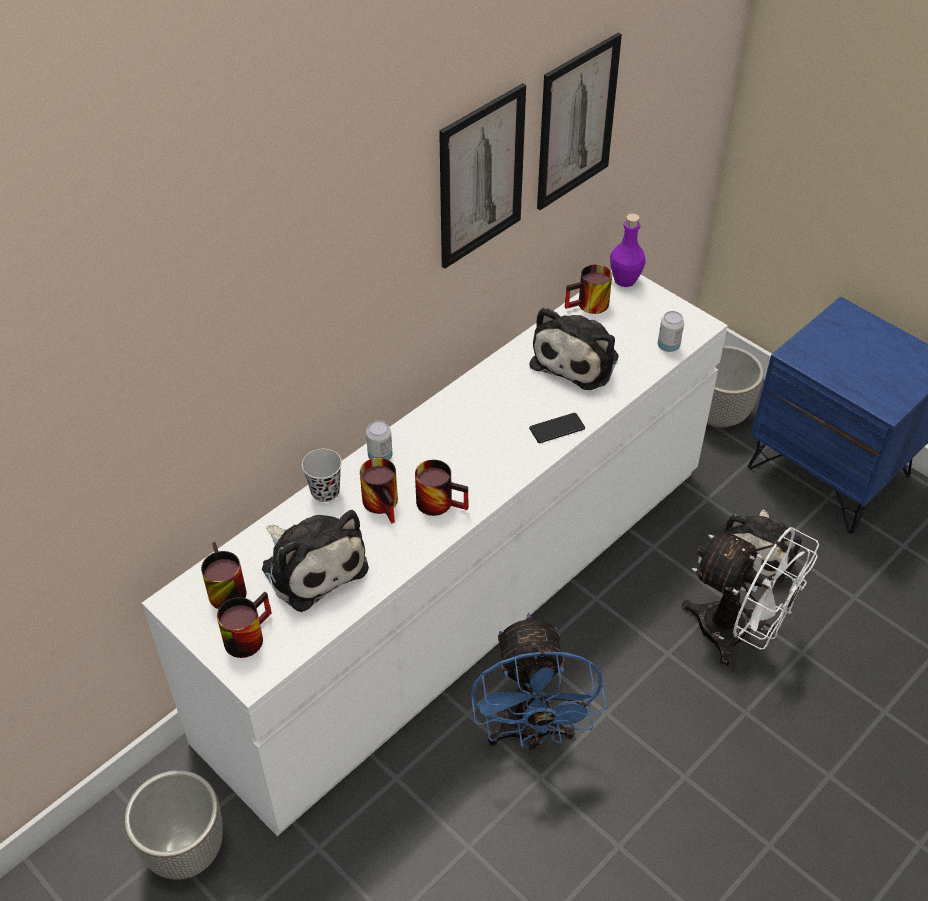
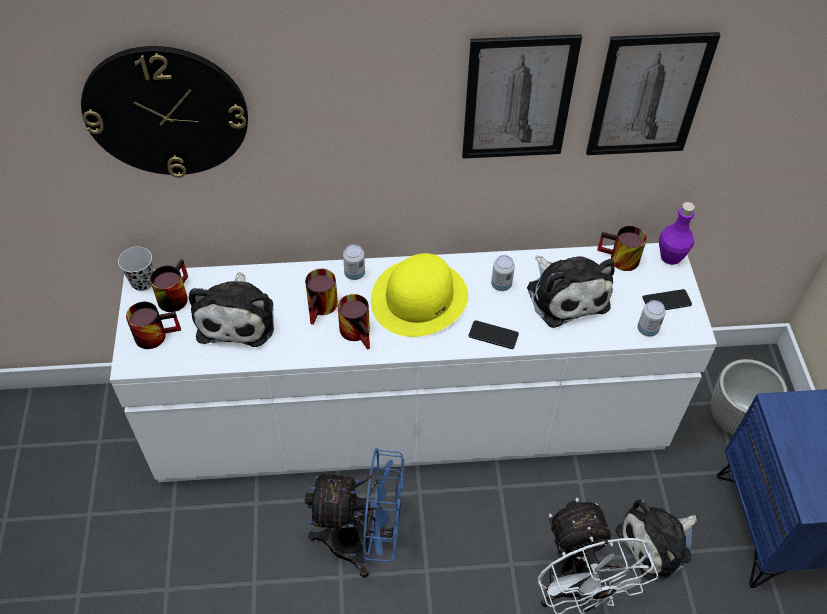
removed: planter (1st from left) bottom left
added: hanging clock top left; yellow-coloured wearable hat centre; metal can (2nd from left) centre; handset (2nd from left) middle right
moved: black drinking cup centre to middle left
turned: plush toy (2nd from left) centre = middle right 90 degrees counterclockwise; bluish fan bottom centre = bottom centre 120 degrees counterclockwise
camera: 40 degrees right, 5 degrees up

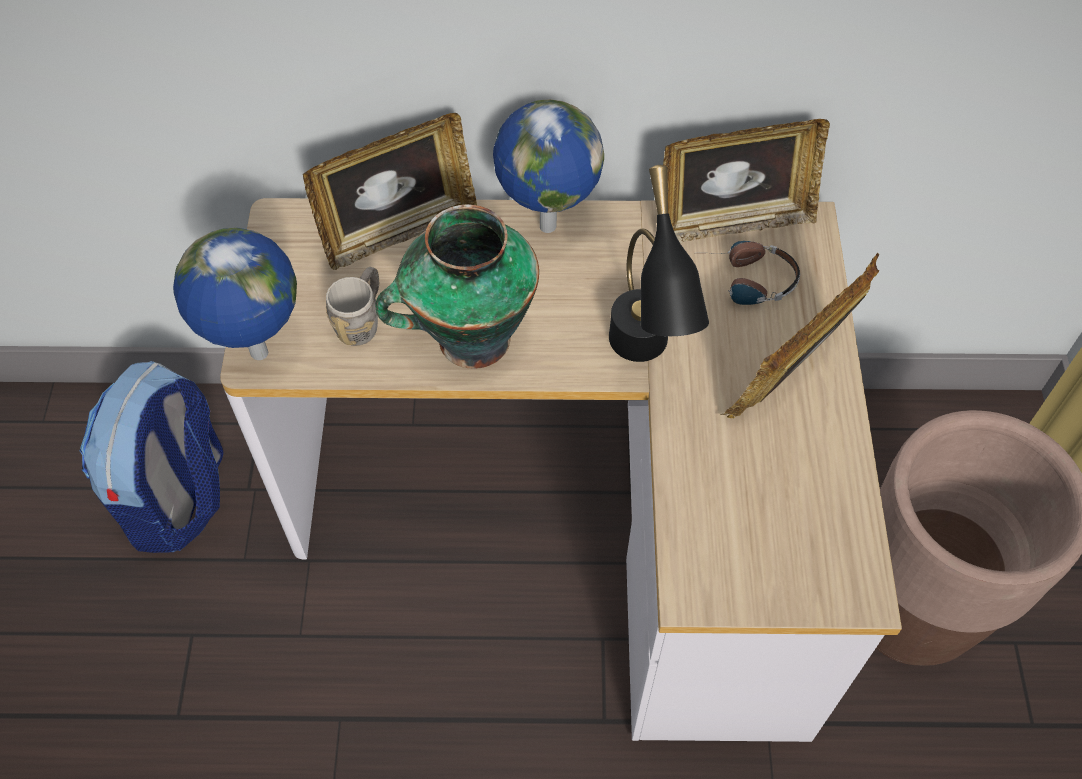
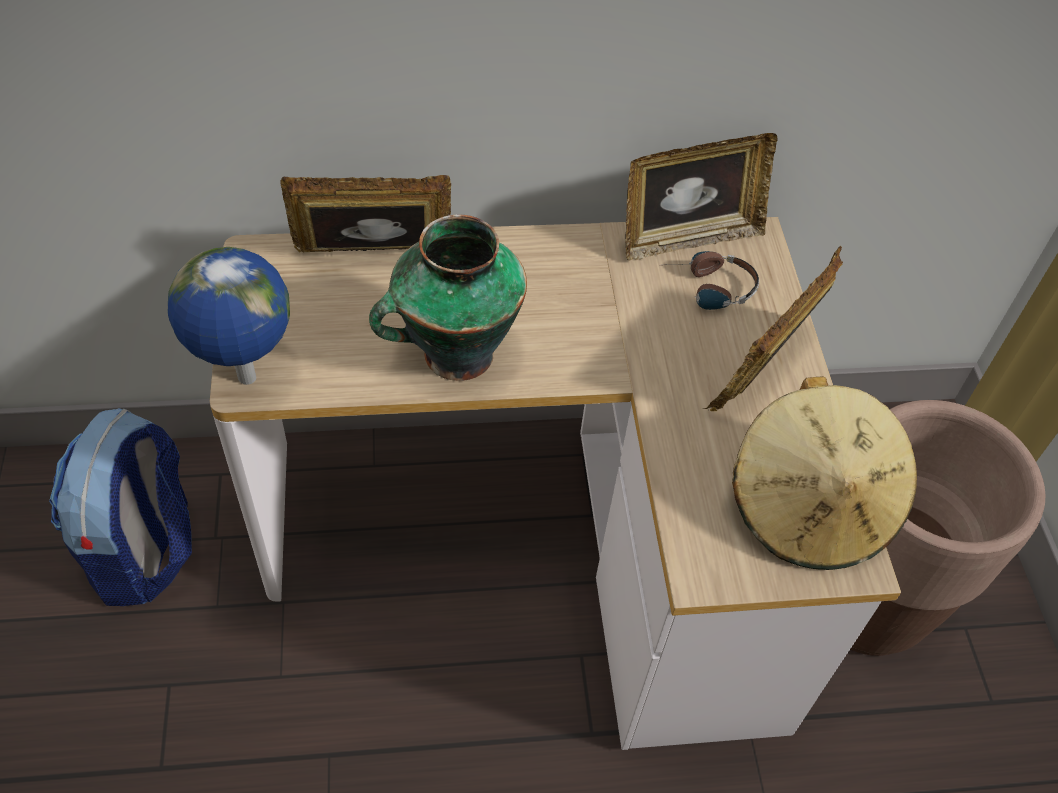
removed: world globe (2nd from left) top centre; black lamp for a table centre; gray tea mug middle left
added: beige wearable hat middle right
turned: picture frame (1st from left) top centre = top centre 150 degrees counterclockwise
camera: 10 degrees left, 5 degrees down

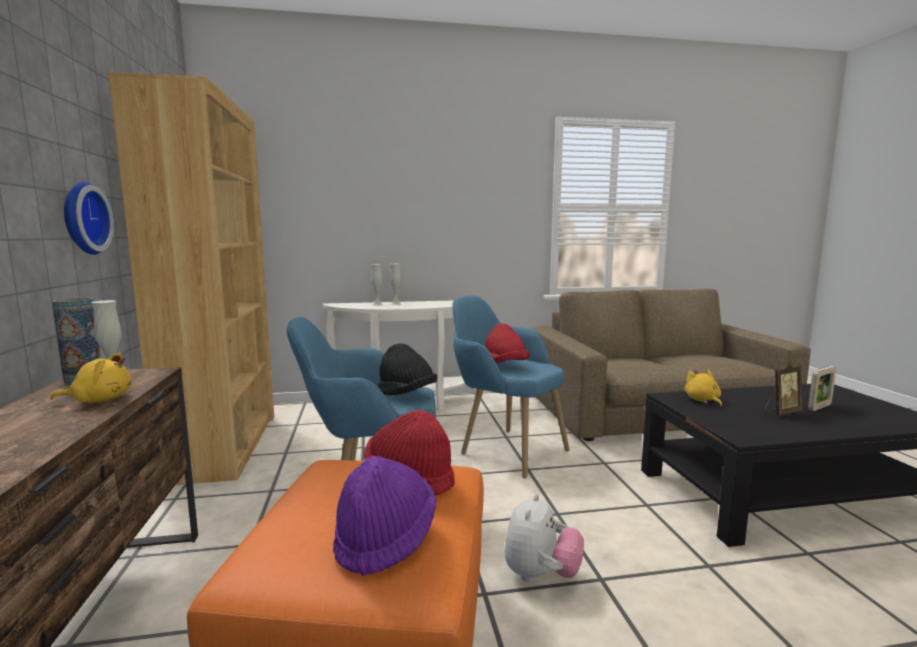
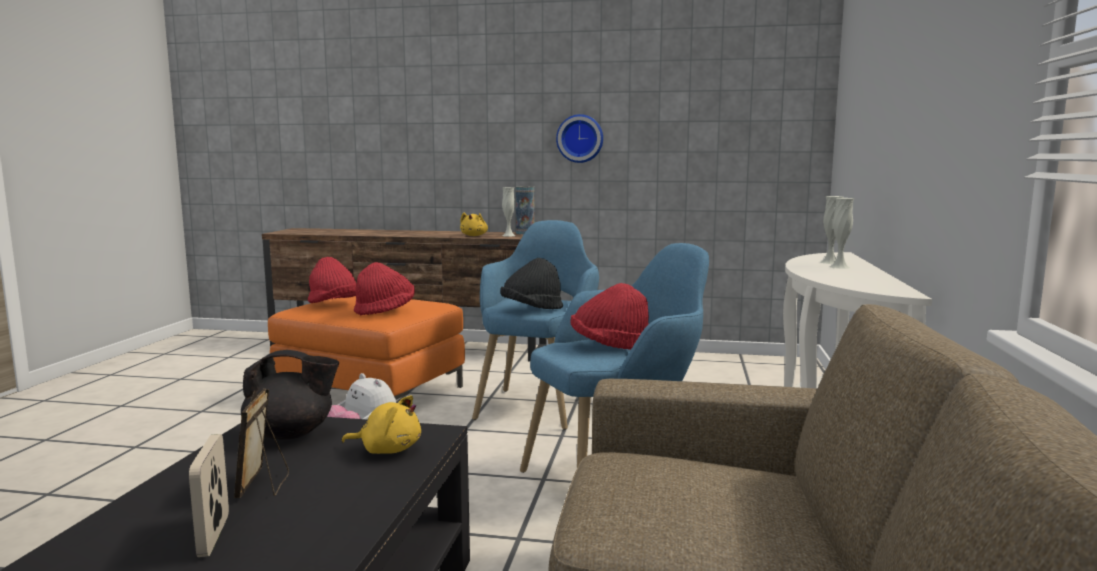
removed: brown bookshelf middle left
added: black pot for tea bottom left
recoloured: purple-coloured wearable hat bottom centre to red wearable hat (1st from left) middle left
camera: 110 degrees right, 0 degrees up

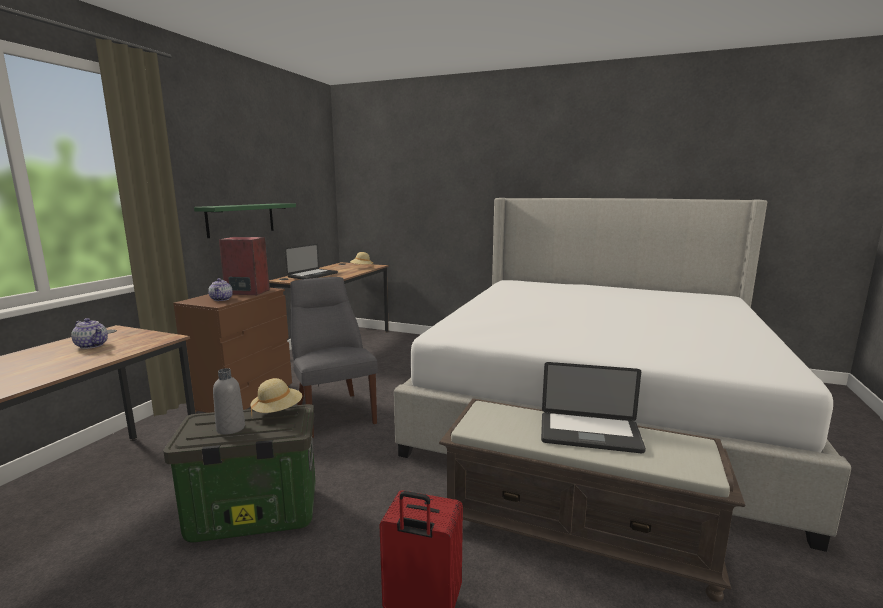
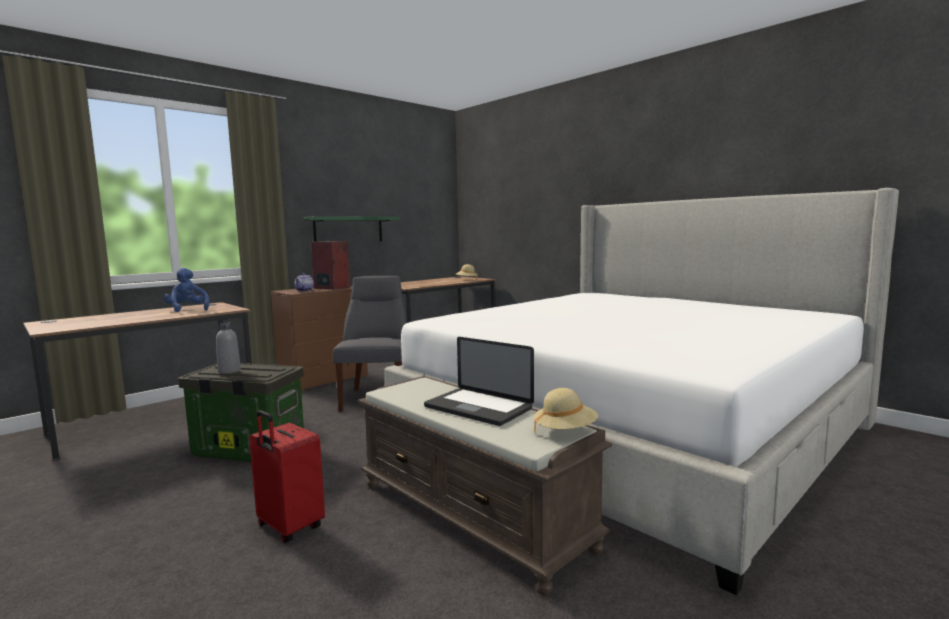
removed: laptop (1st from left) centre
moved: beige wearable hat (1st from left in the first image) middle left to beige wearable hat (2nd from left) centre
replaced: pot for tea (1st from left) middle left to bluish plush toy middle left
camera: 25 degrees right, 5 degrees down

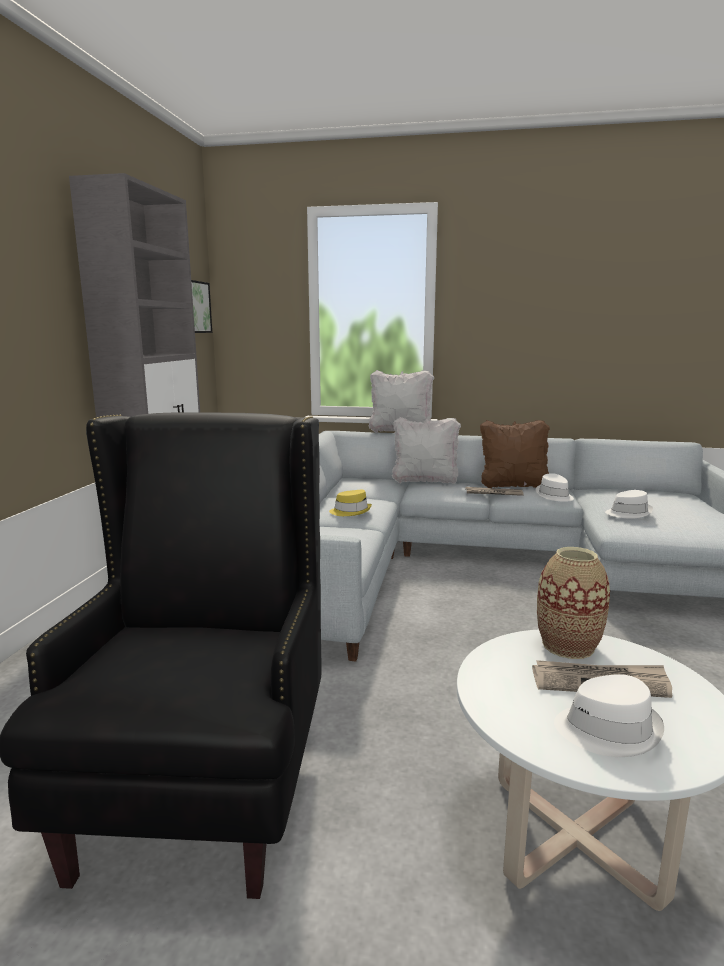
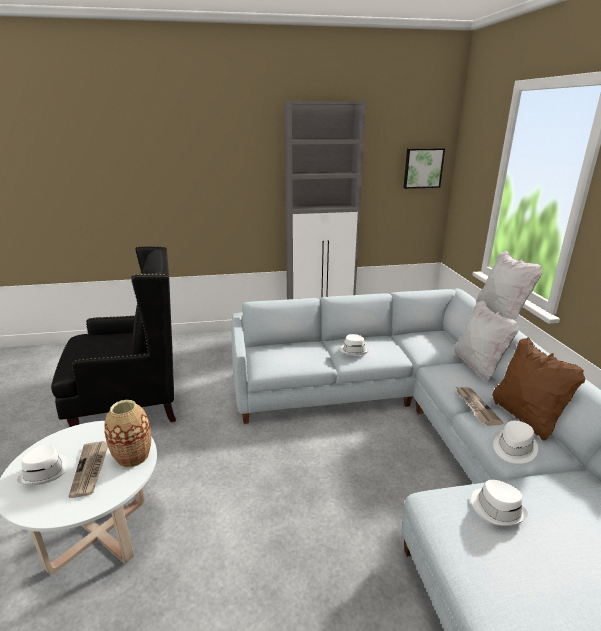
recoloured: yellow-coloured wearable hat centre to whitish wearable hat (2nd from left) centre
camera: 70 degrees right, 10 degrees up

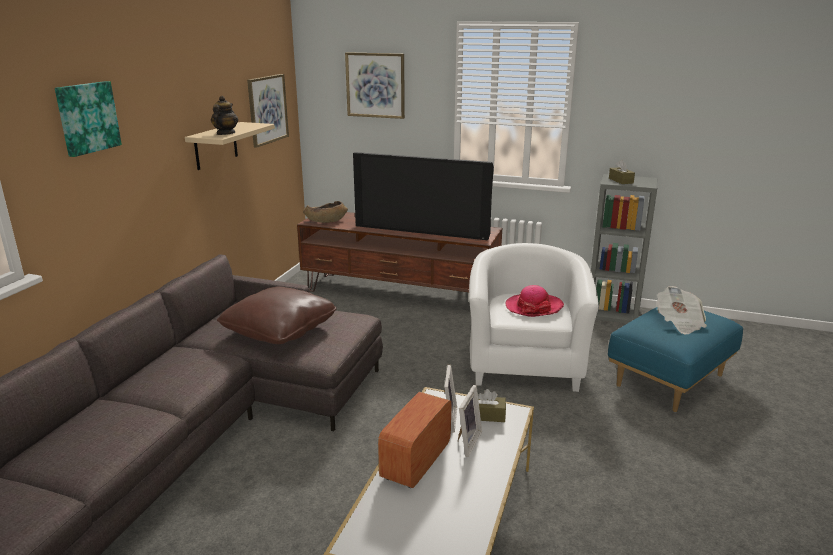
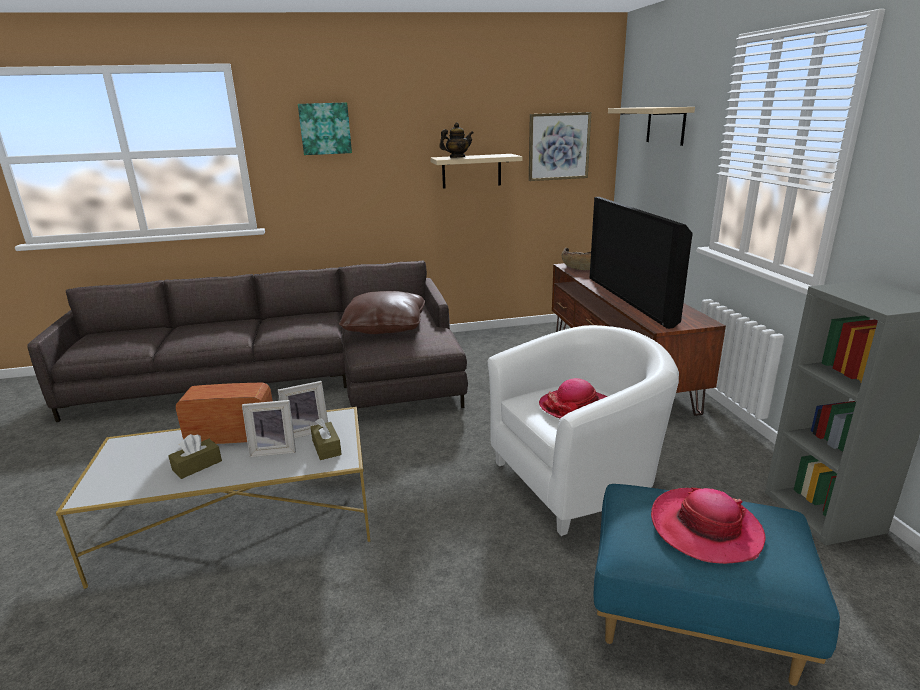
moved: brown tissue holder (2nd from left in the first image) top right to brown tissue holder (1st from left) middle left
replaced: picture (3rd from left) top centre to beige shelf (2nd from left) top right; daily paper middle right to wearable hat (2nd from left) bottom right
camera: 60 degrees right, 0 degrees up

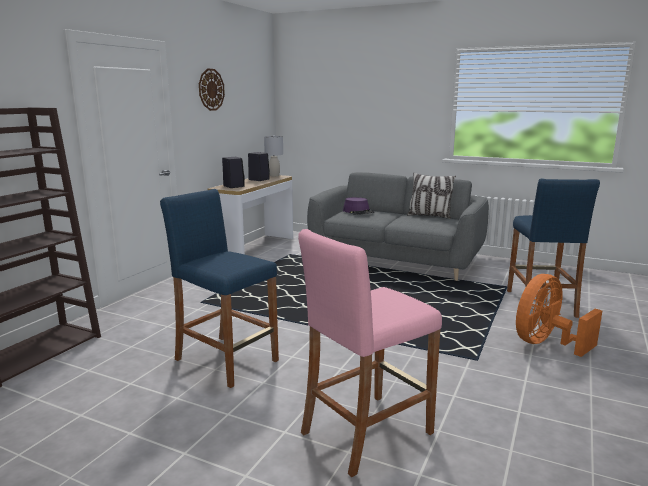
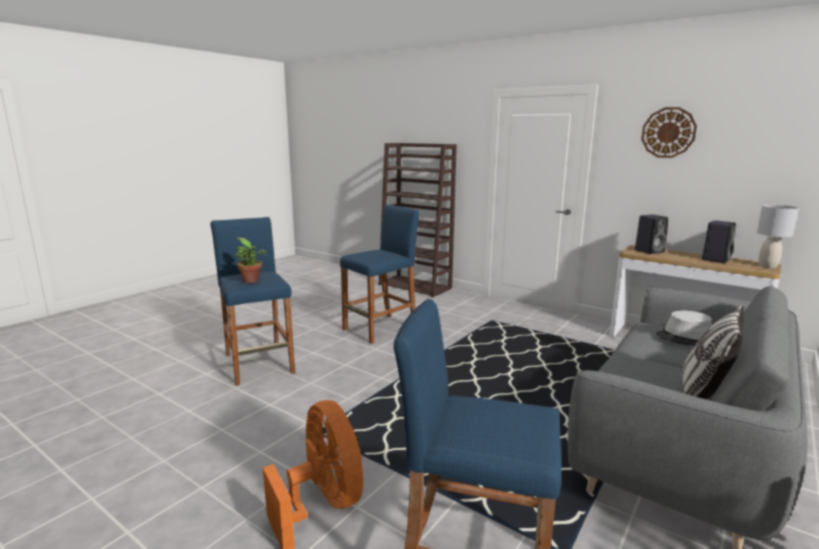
added: plant in a pot middle left
recoloured: purple-coloured wearable hat centre to gray wearable hat middle right; pinkish stool bottom centre to bluish stool (1st from left) middle left
camera: 100 degrees right, 0 degrees up

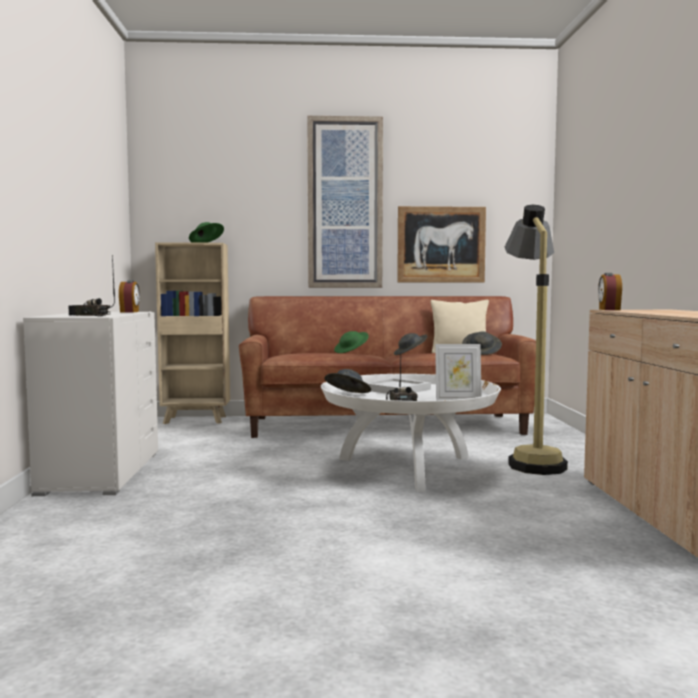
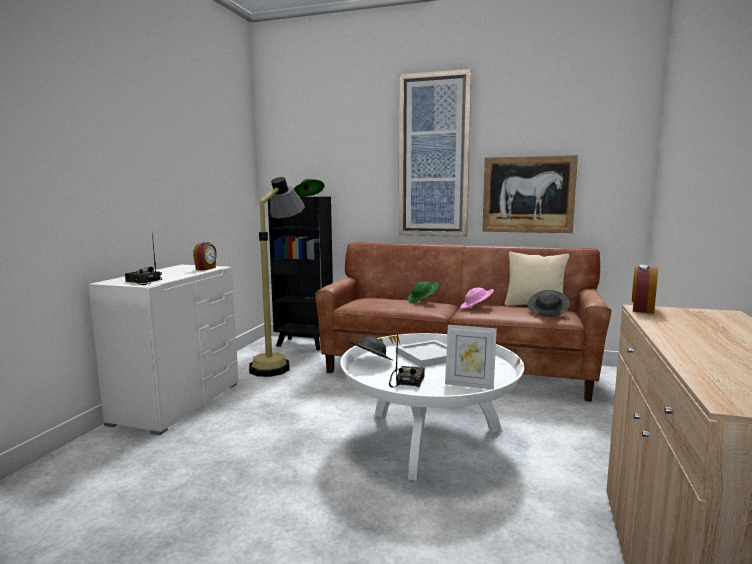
moved: floor lamp middle right to centre
recoloured: beige bookshelf middle left to black bookshelf centre; gray wearable hat (2nd from left) centre to pinkish wearable hat centre
camera: 20 degrees right, 5 degrees up

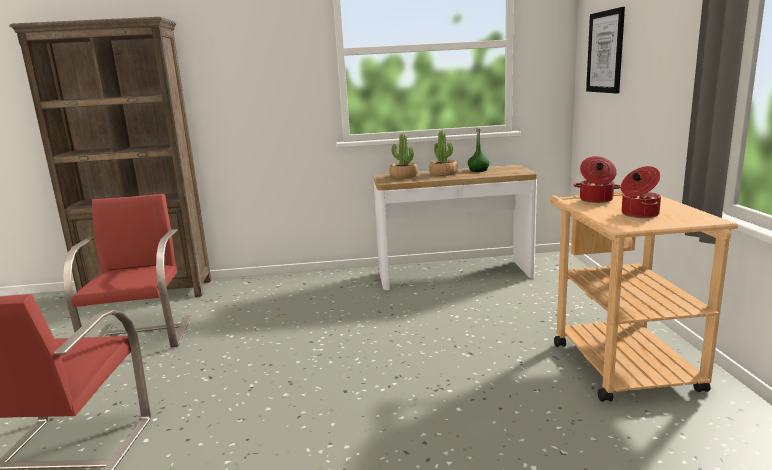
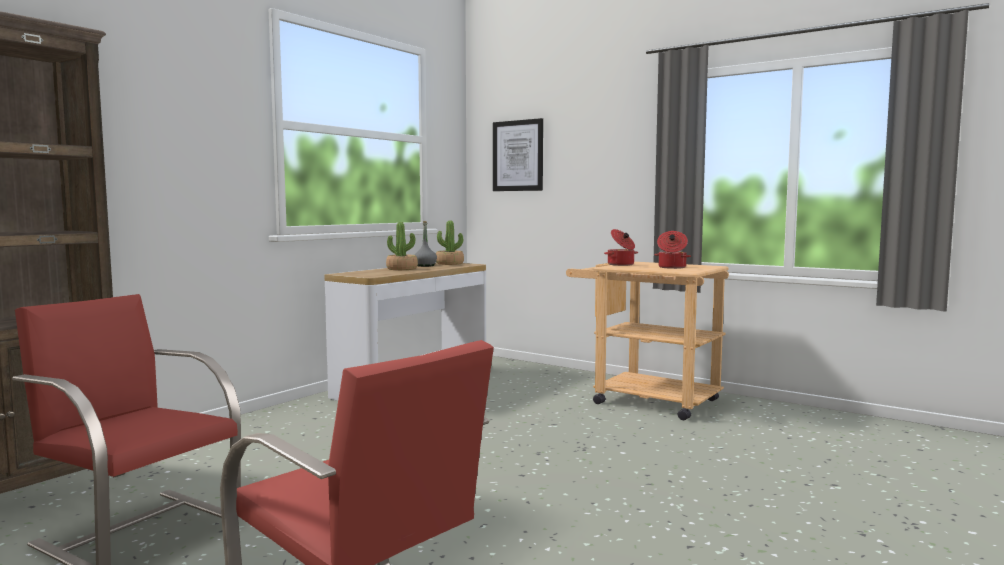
moved: plant in a pot (1st from left in the first image) top centre to plant in a pot (2nd from left) centre
recoloured: green drink bottle top centre to gray drink bottle centre
camera: 50 degrees left, 10 degrees down

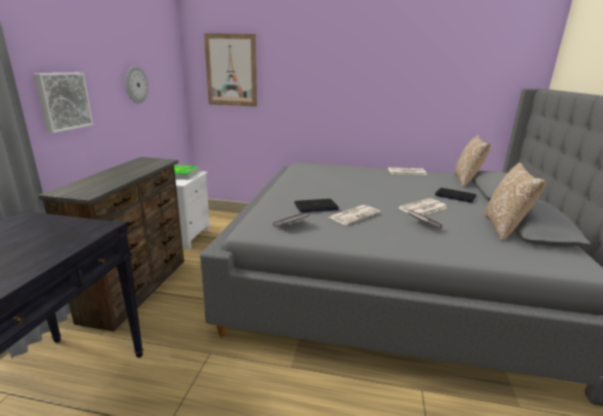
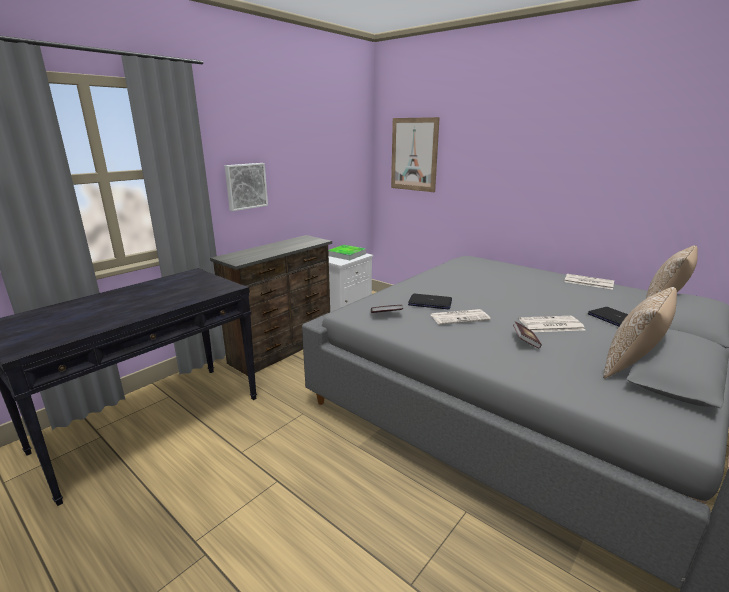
removed: hanging clock top left
camera: 30 degrees right, 0 degrees up

